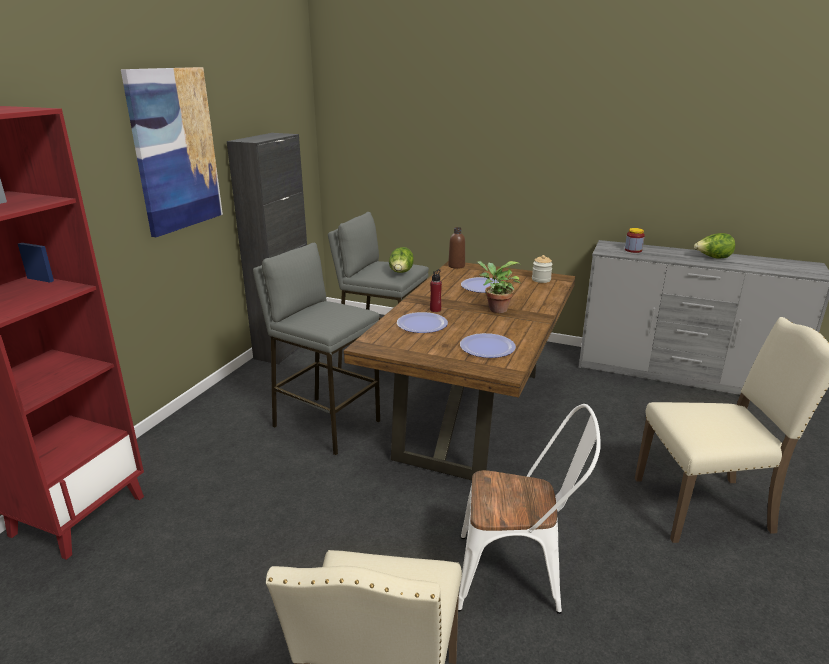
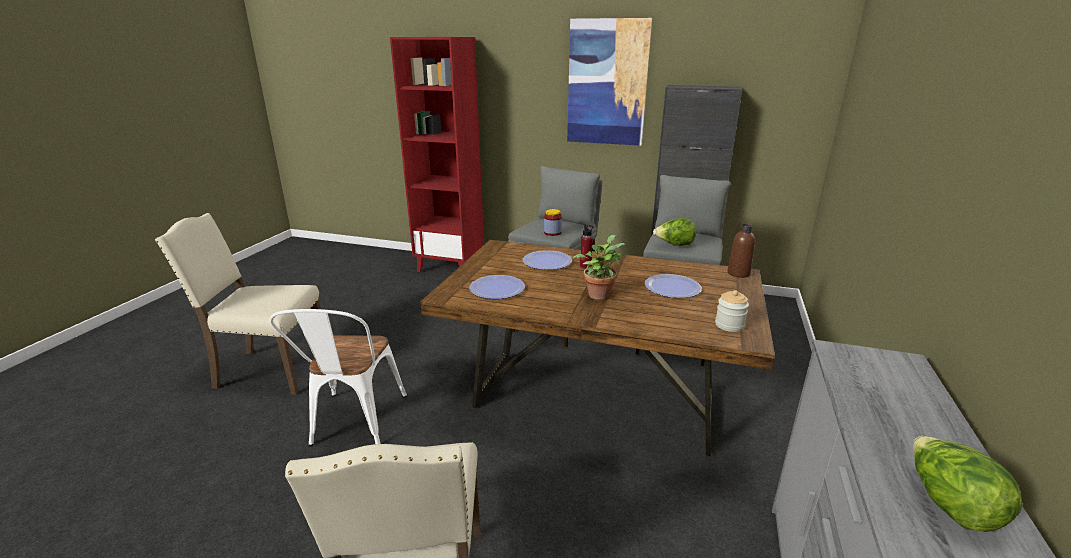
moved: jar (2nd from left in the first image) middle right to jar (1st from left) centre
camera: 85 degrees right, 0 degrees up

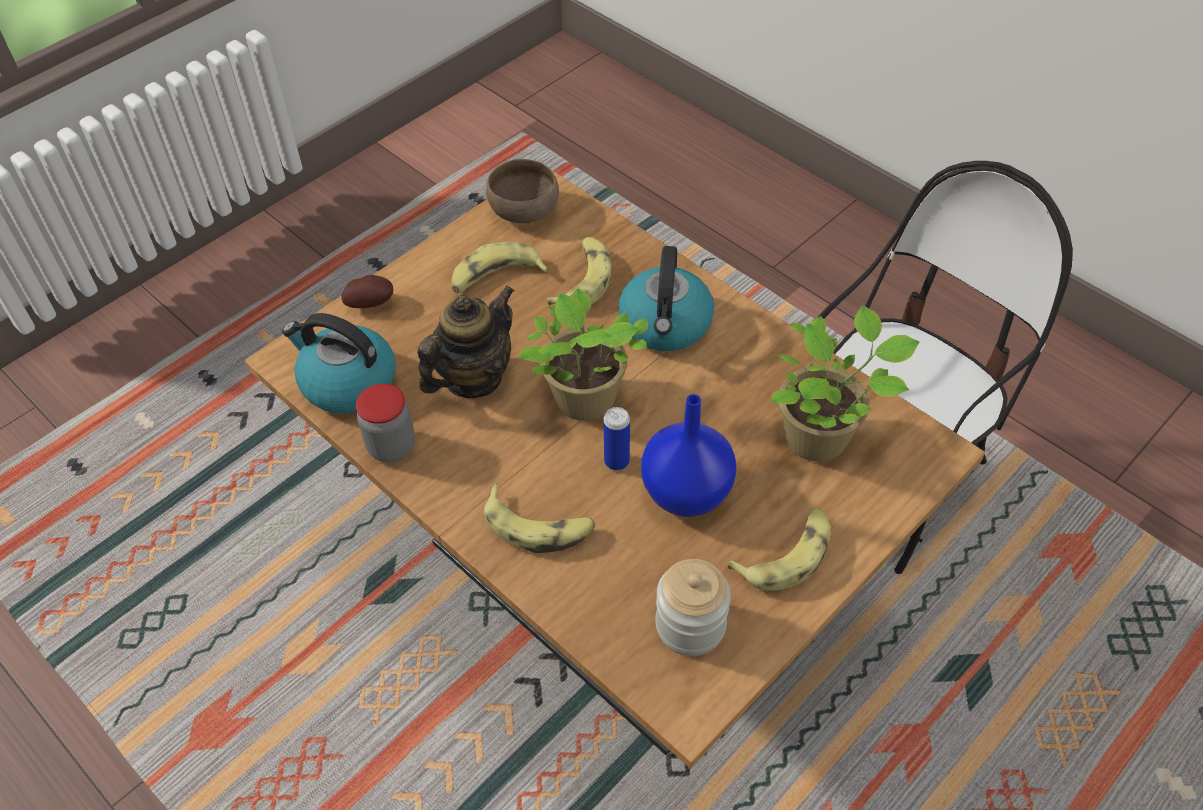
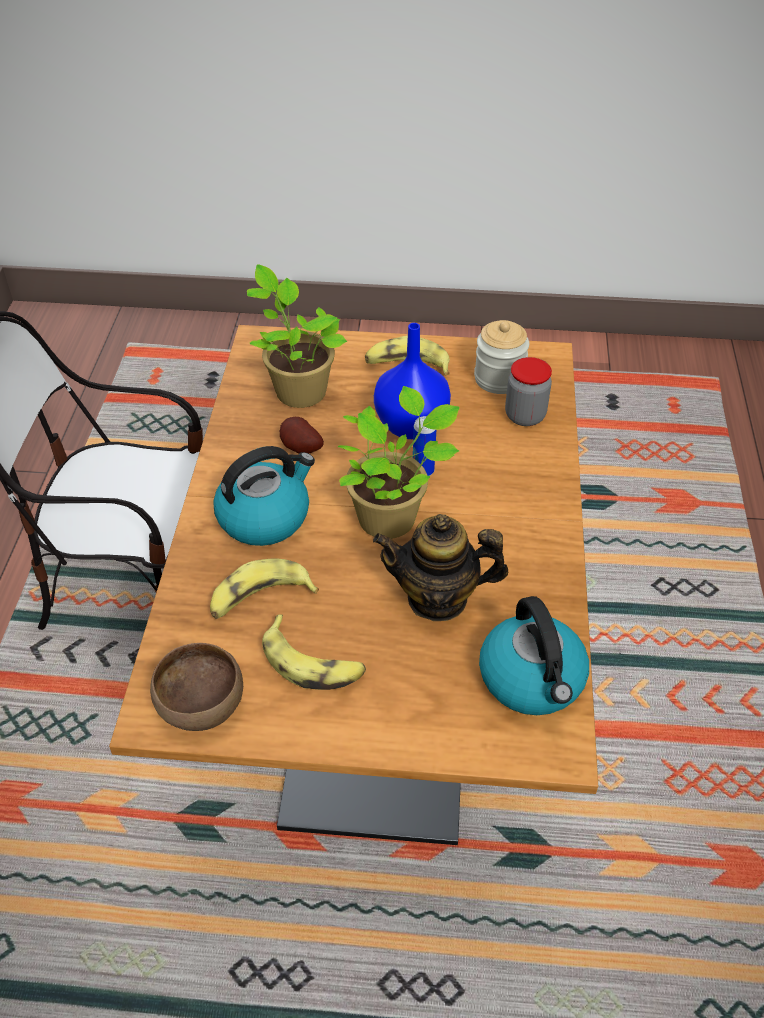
removed: banana (2nd from left) centre
moved: whole potato middle left to centre; jar (1st from left in the first image) middle left to jar (2nd from left) middle right
camera: 130 degrees left, 5 degrees down

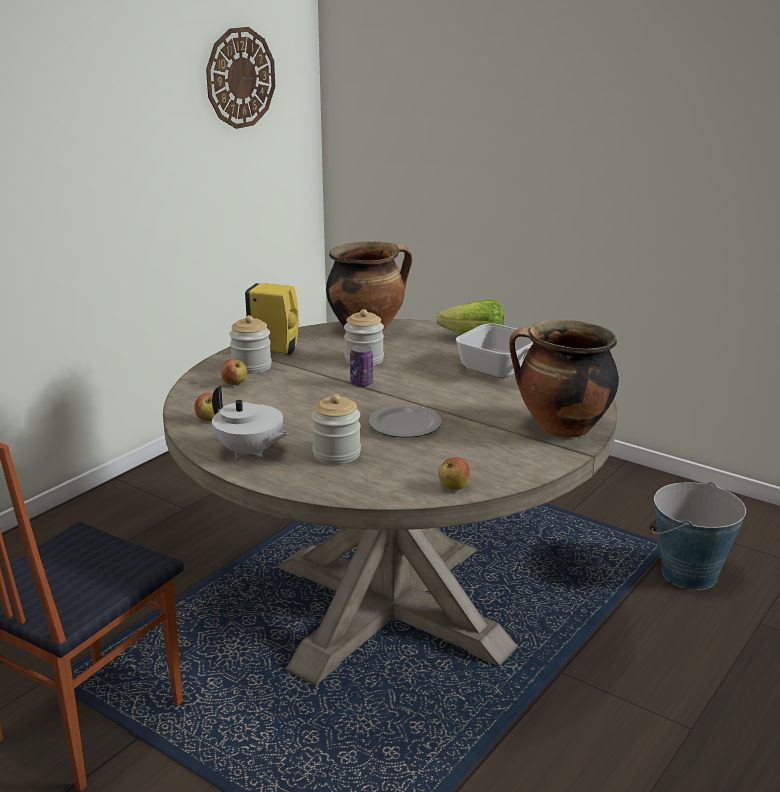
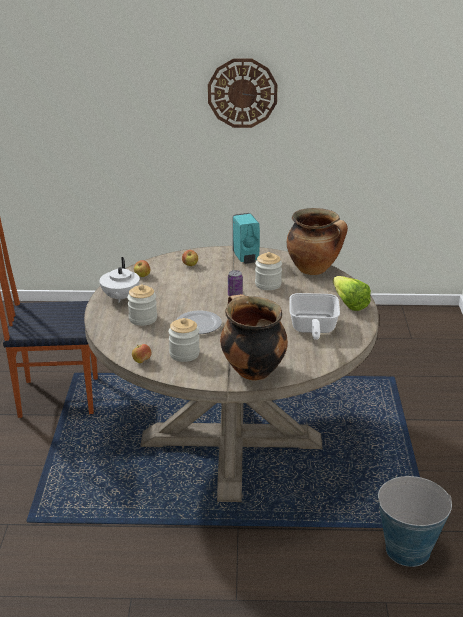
moved: hanging clock top left to top centre; jar (1st from left in the first image) middle left to jar (2nd from left) centre
recoloured: yellow-coloured liquid soap bottle centre to blue-green liquid soap bottle centre
camera: 55 degrees right, 5 degrees up

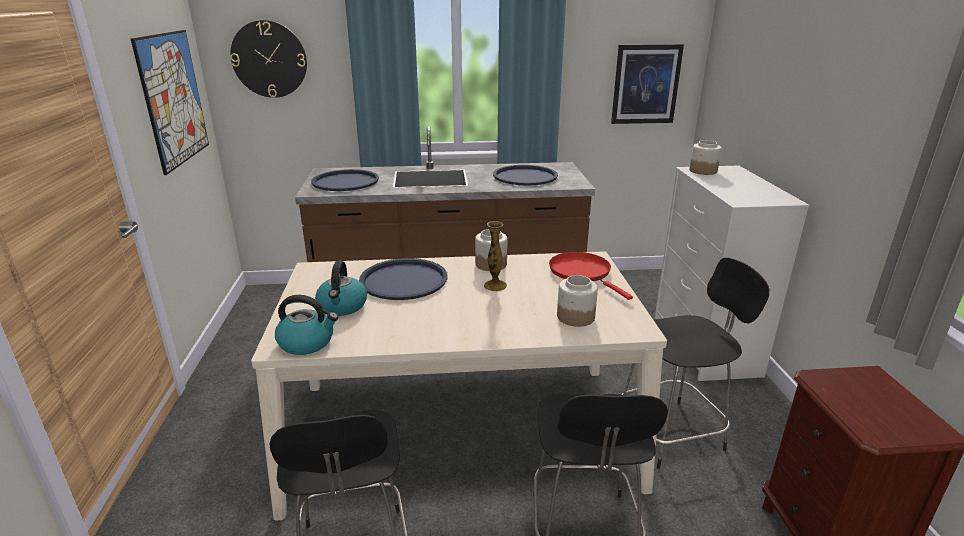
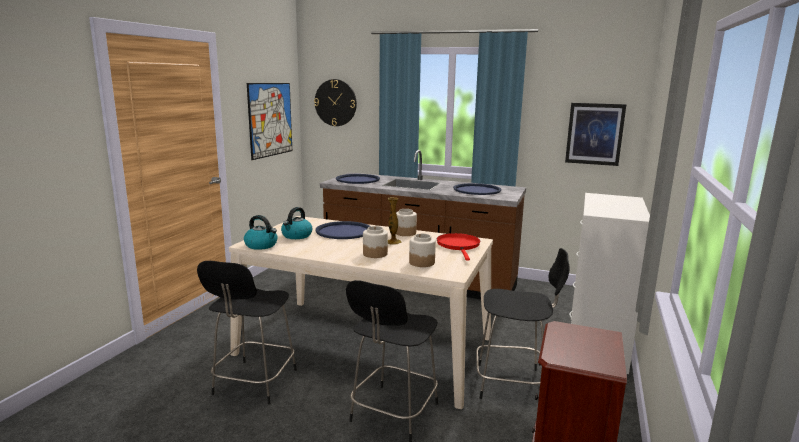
moved: jar (3rd from left in the first image) top right to jar (1st from left) centre
camera: 25 degrees right, 10 degrees down

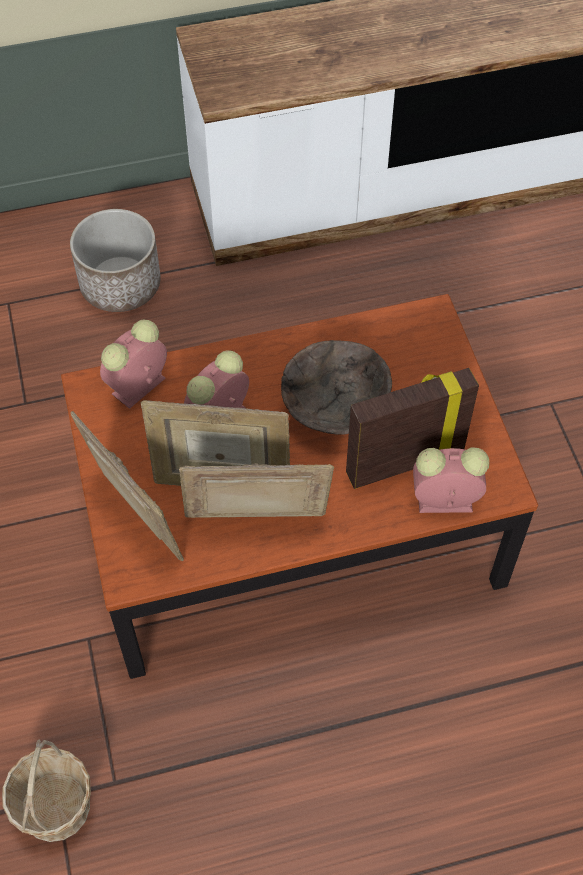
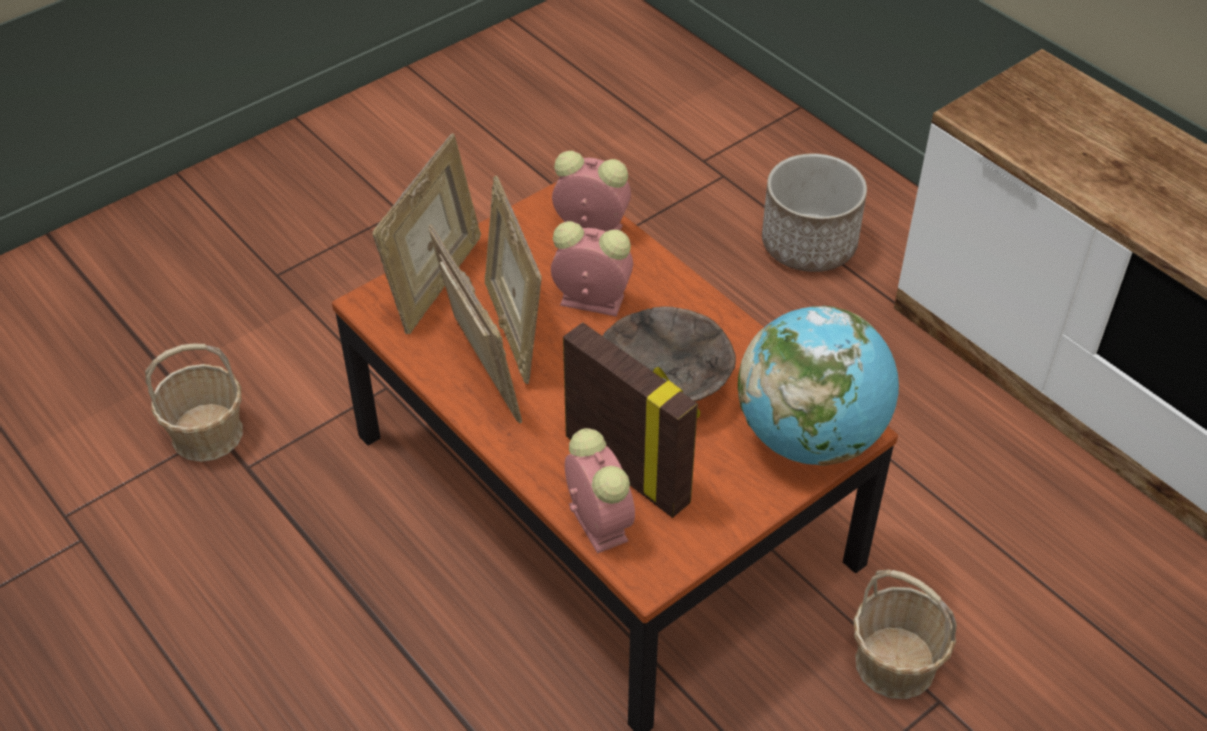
added: world globe middle right; basket (2nd from left) bottom right
camera: 65 degrees right, 10 degrees down

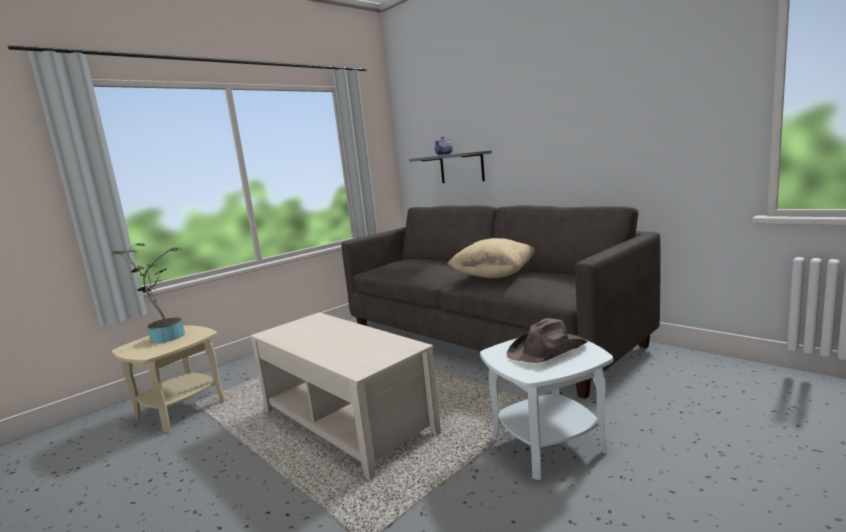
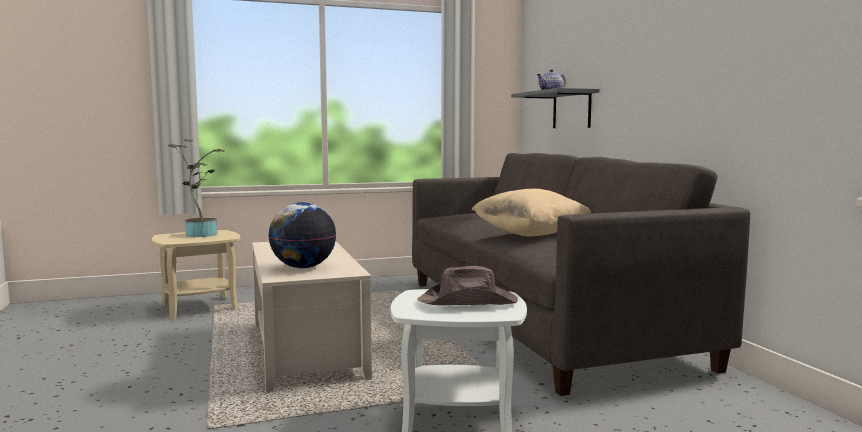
added: world globe centre
camera: 25 degrees right, 5 degrees down

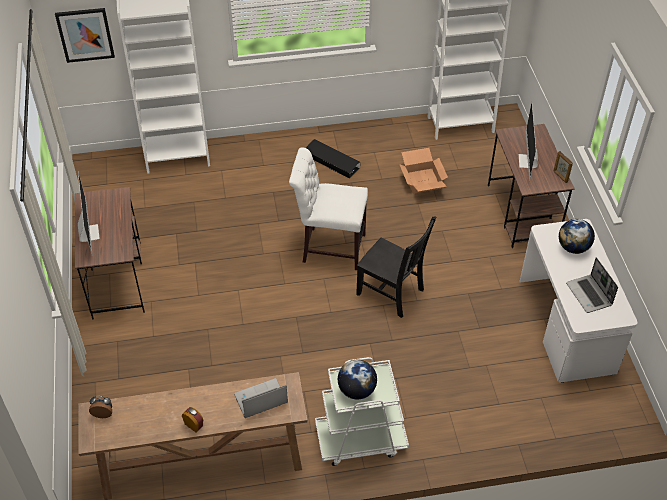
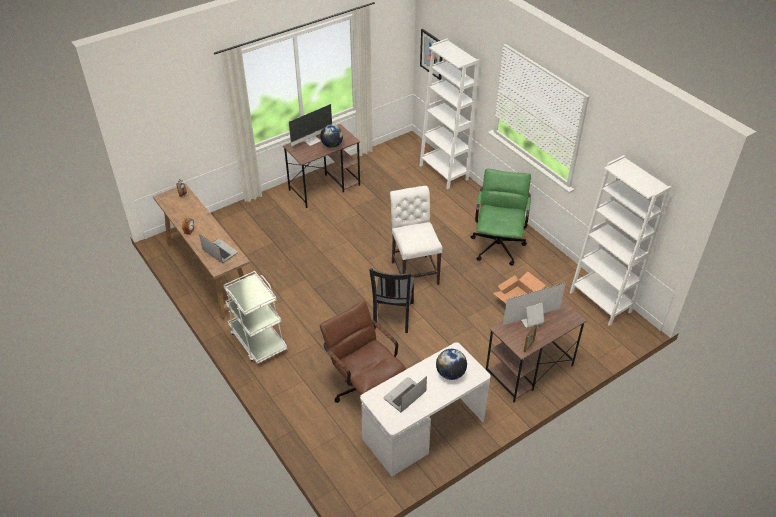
added: brown computer chair bottom centre
moved: world globe (1st from left) bottom centre to top centre
replaced: black storage bin top centre to green computer chair centre
camera: 65 degrees right, 5 degrees down

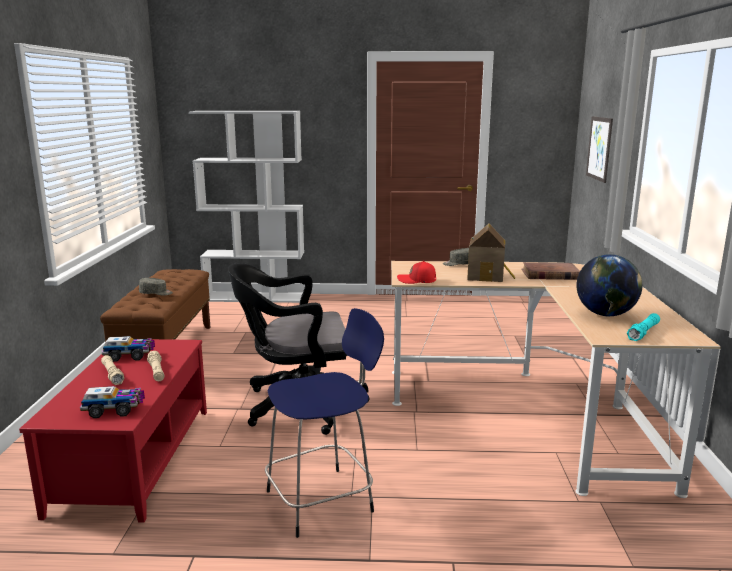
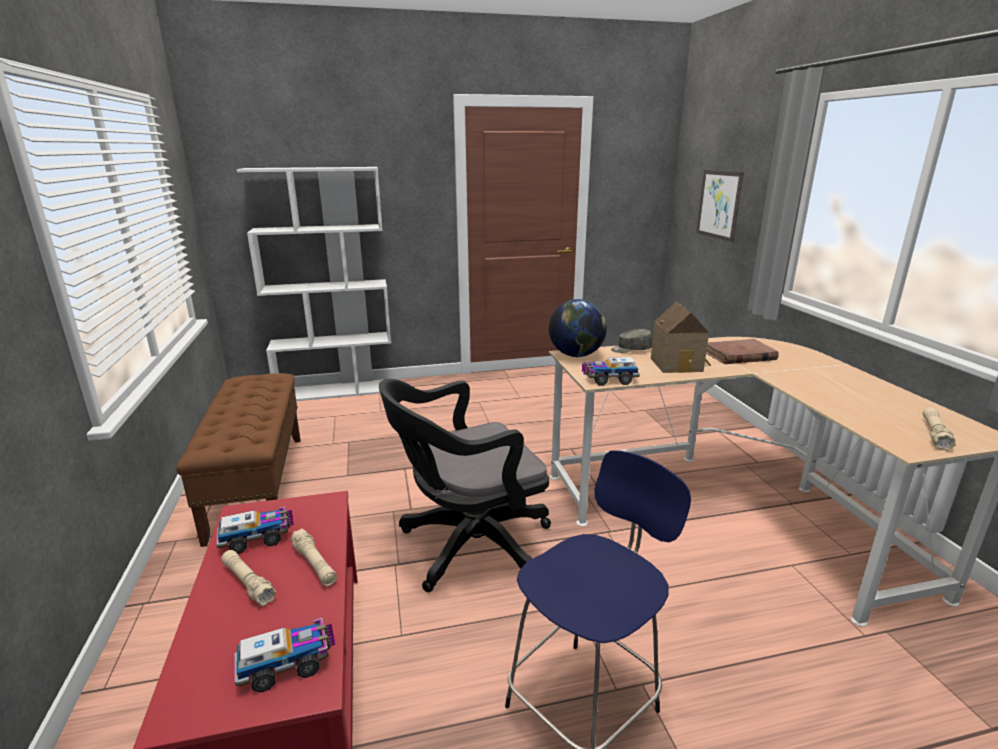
removed: gray cap (1st from left) middle left
moved: world globe middle right to centre
replaced: red cap centre to toy lorry (3rd from left) centre
recoloured: blue-green flashlight middle right to beige flashlight (3rd from left) middle right
camera: 15 degrees left, 5 degrees up

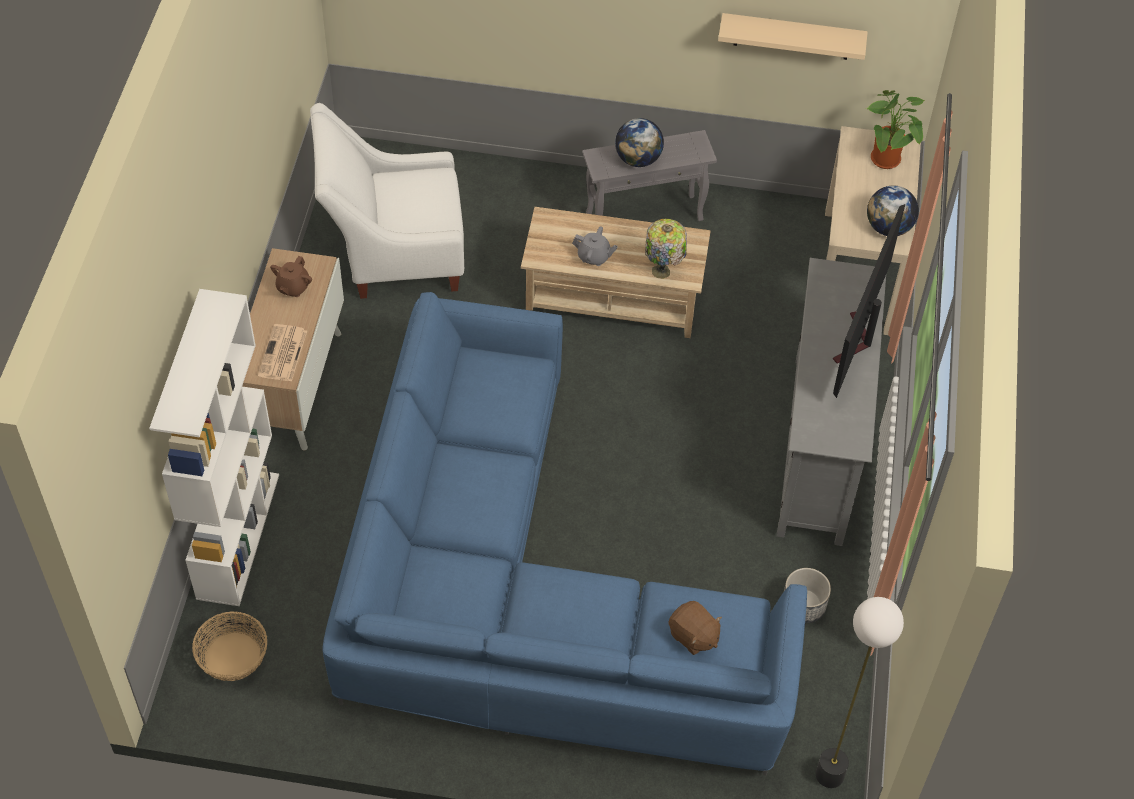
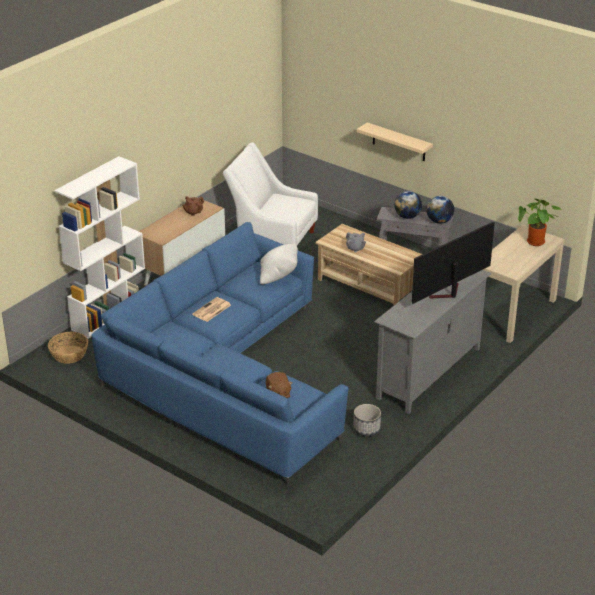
removed: lamp for a table top centre; floor lamp bottom right
added: whitish cushion centre
moved: beige shelf top right to top centre; world globe (2nd from left) top right to middle right; daily paper middle left to centre
camera: 30 degrees right, 20 degrees down

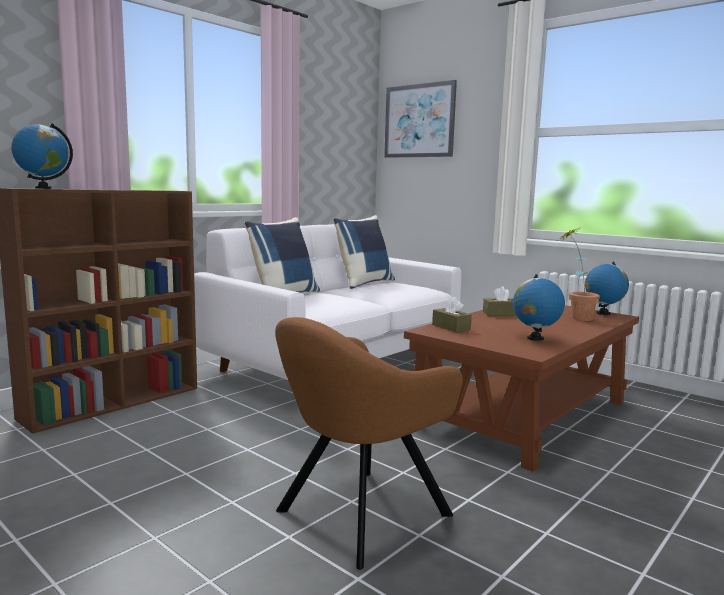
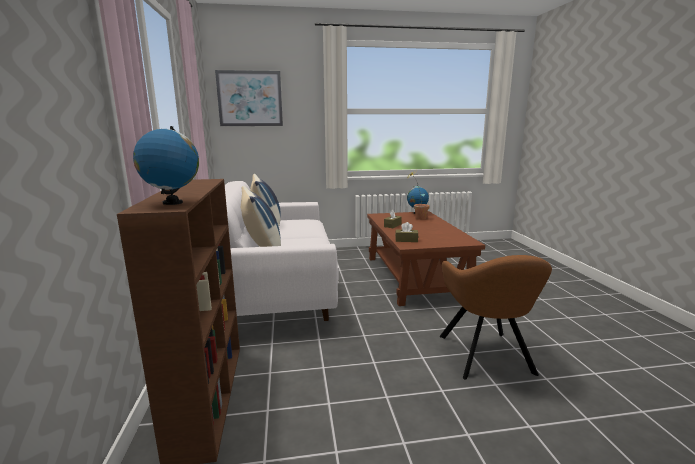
removed: world globe (2nd from left) middle right
camera: 50 degrees left, 5 degrees up

